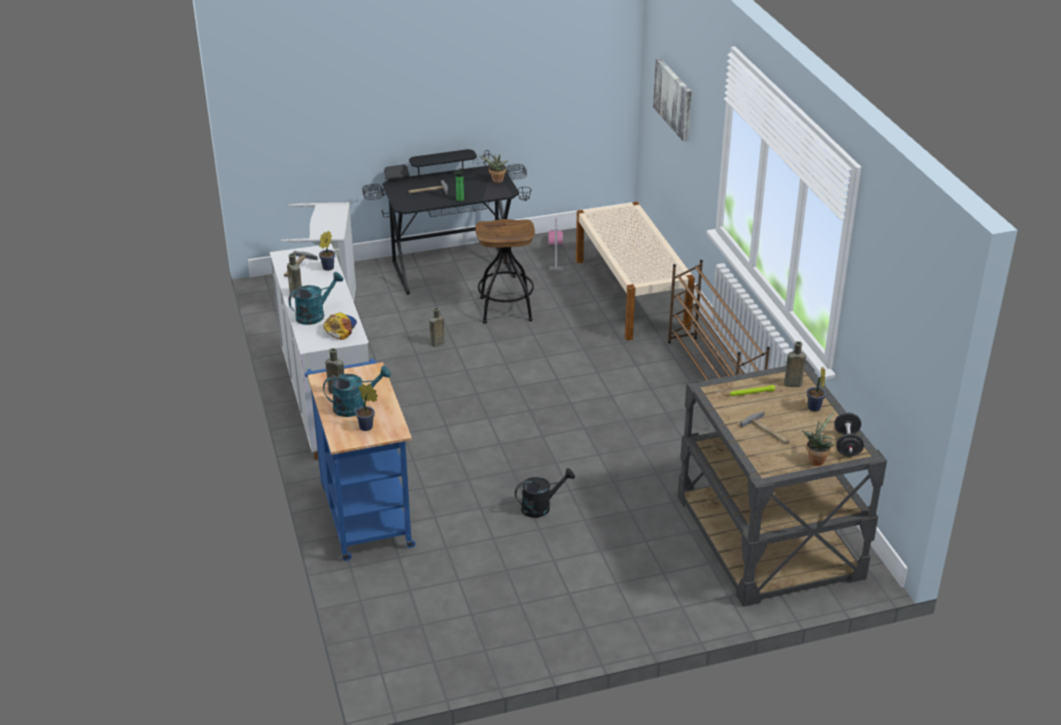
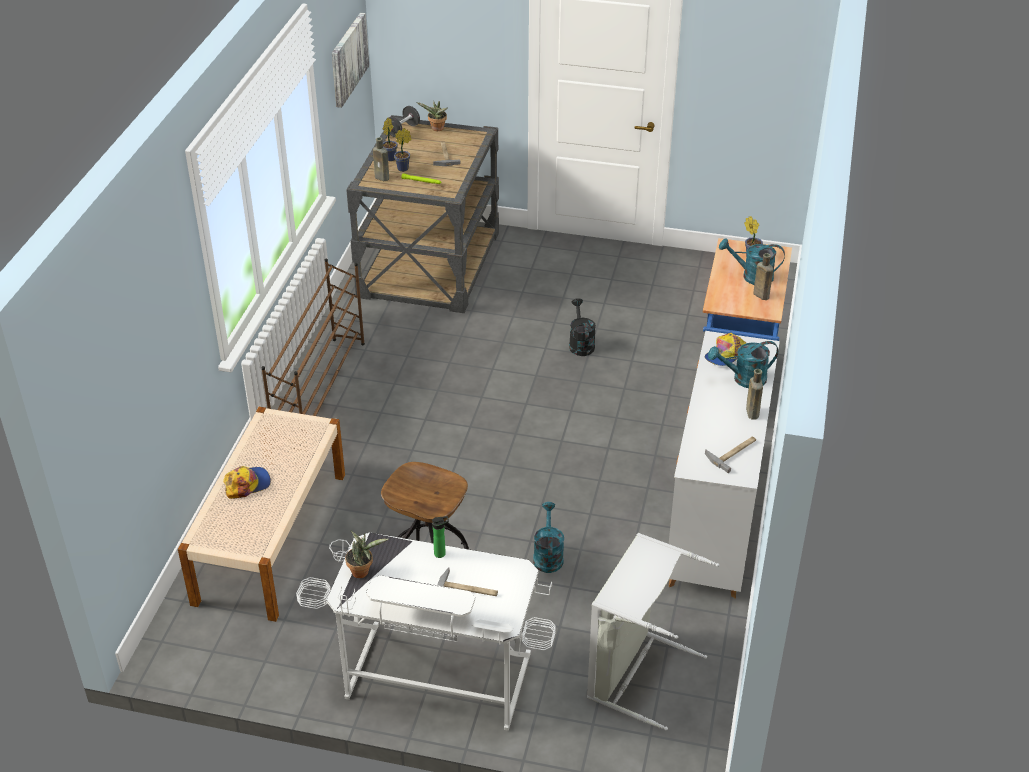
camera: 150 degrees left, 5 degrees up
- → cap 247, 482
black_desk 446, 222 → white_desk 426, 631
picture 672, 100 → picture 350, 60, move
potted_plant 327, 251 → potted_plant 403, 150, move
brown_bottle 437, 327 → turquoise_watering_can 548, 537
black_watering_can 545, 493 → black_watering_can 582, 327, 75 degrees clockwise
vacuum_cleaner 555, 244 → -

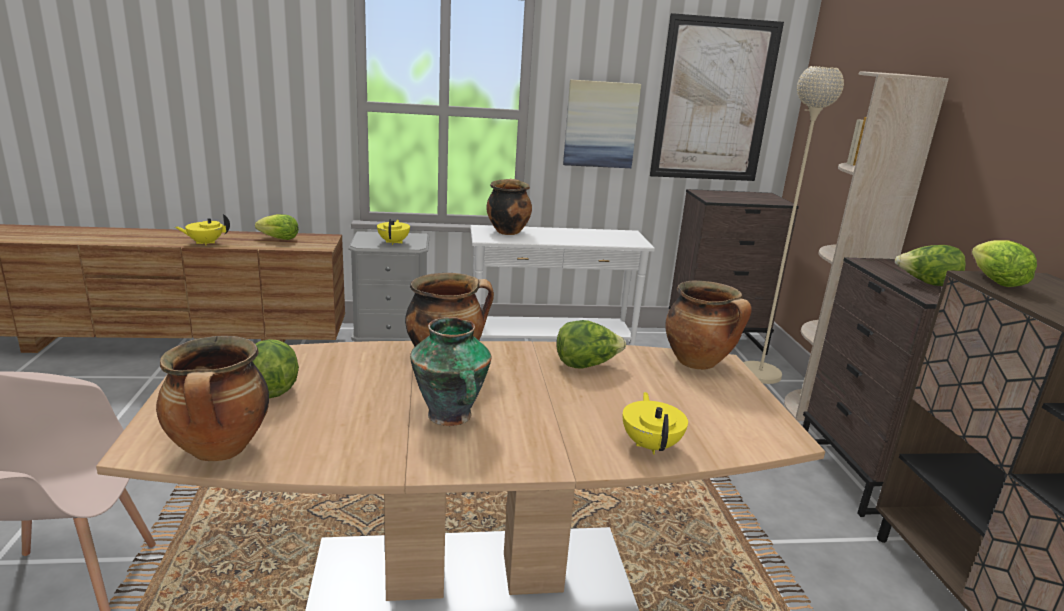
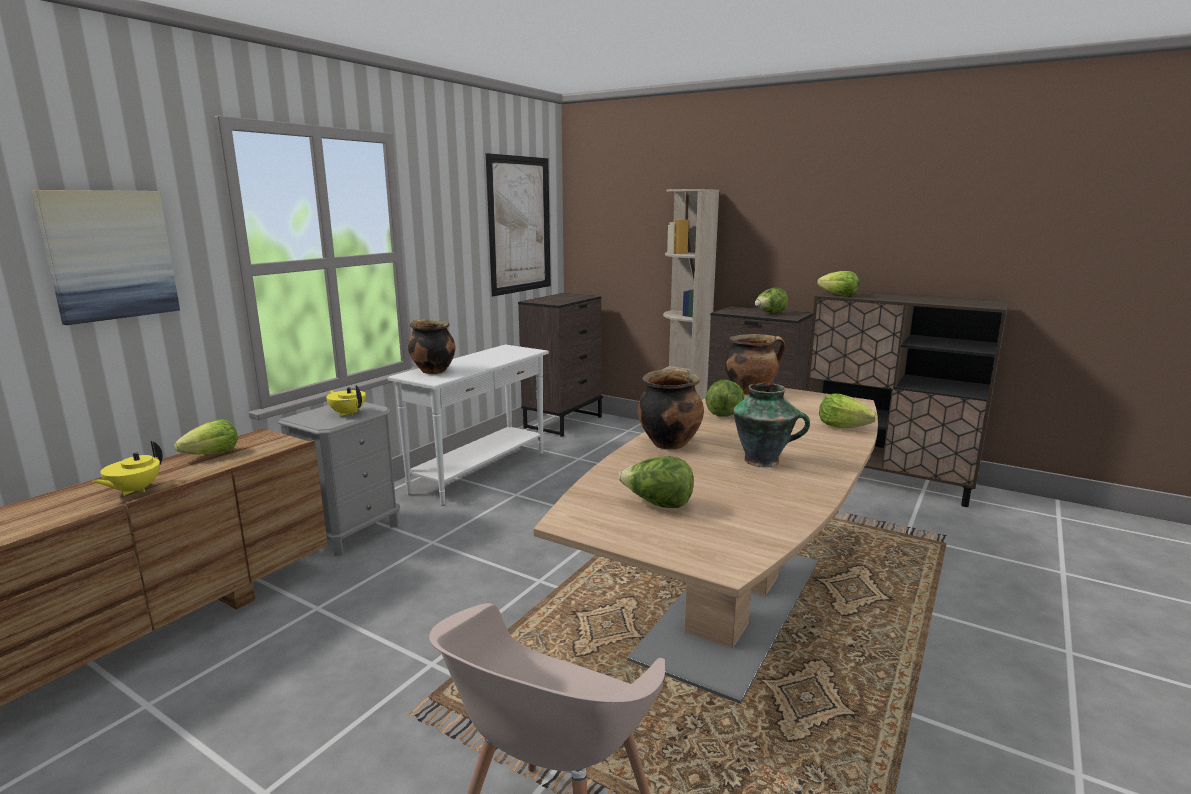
camera: 50 degrees left, 5 degrees down
picture 602, 123 → picture 106, 257, move
yellow_teapot 655, 423 → lettuce 848, 411
cooking_pot 212, 398 → -
beige_floor_lamp 793, 225 → -

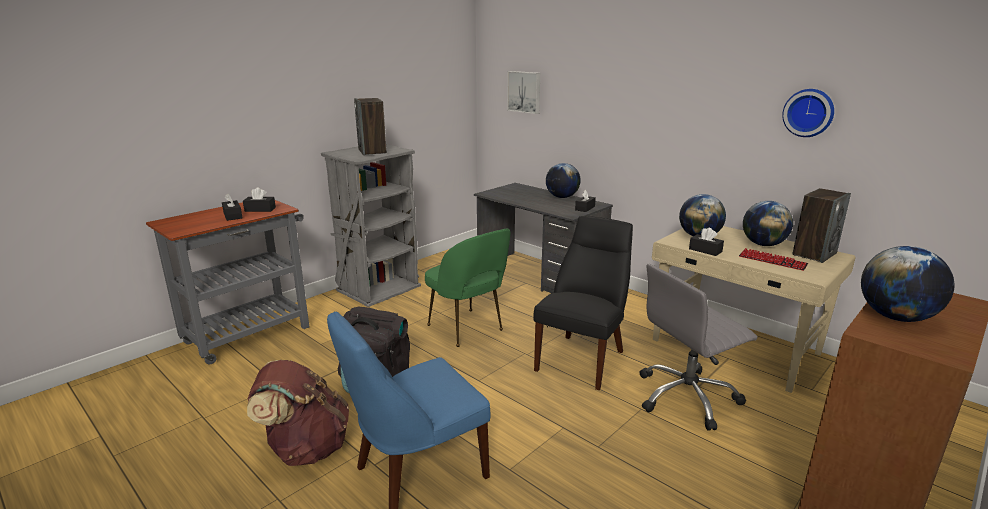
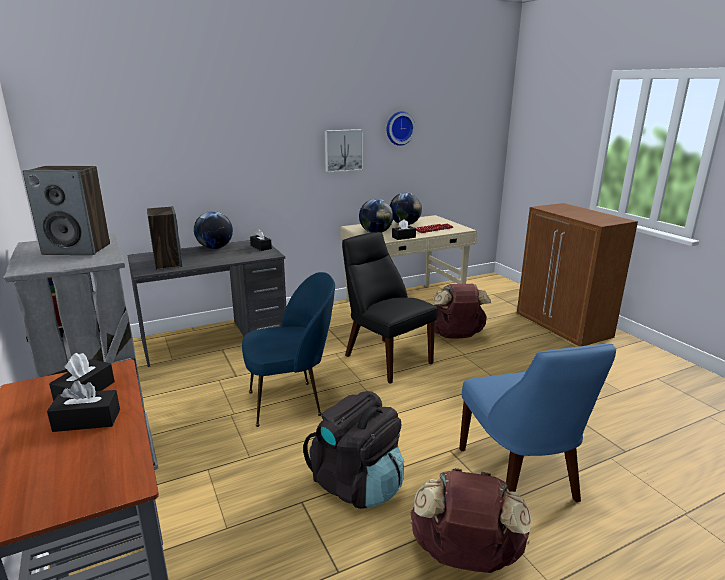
camera: 70 degrees left, 0 degrees up
speaker 821, 225 → speaker 164, 238, move
green_chair 468, 288 → blue_chair 288, 349
picture 523, 92 → picture 344, 150, move
grey_office_chair 699, 347 → brown_backpack 462, 311
globe 907, 284 → -

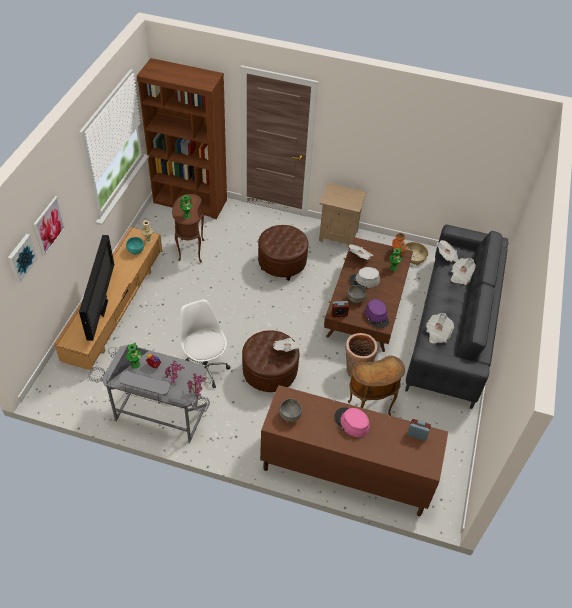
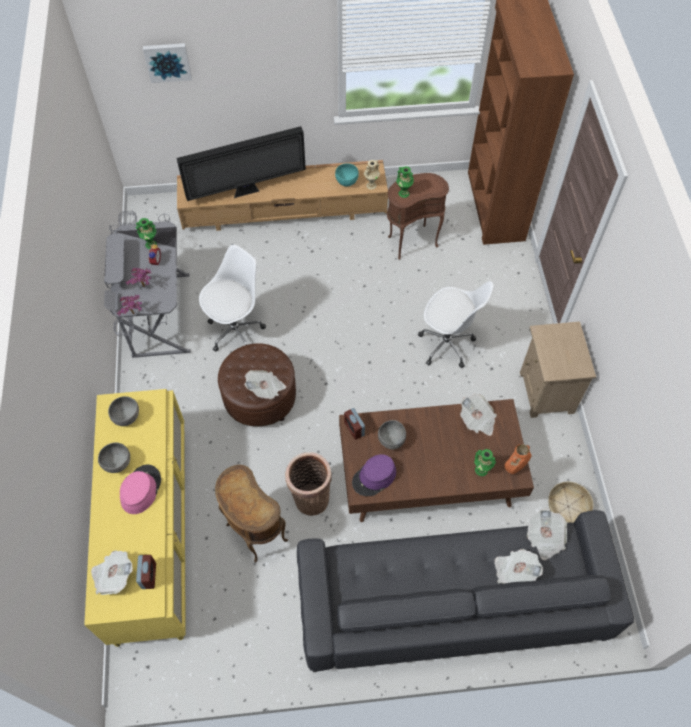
camera: 70 degrees right, 10 degrees up
brown_cabinet 354, 450 → yellow_cabinet 135, 518
newspaper 440, 328 → newspaper 112, 572, move
- → grey_bowl 114, 457
brown_ottoman 283, 253 → white_office_chair 456, 324
picture 49, 226 → -
grey_hat 364, 277 → -

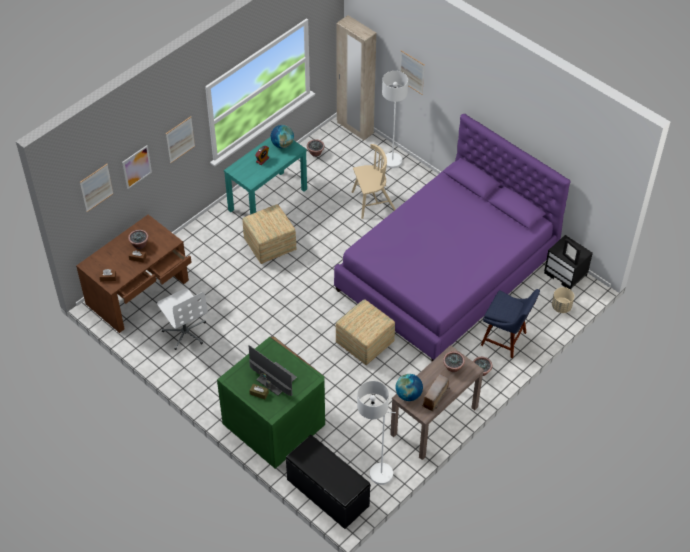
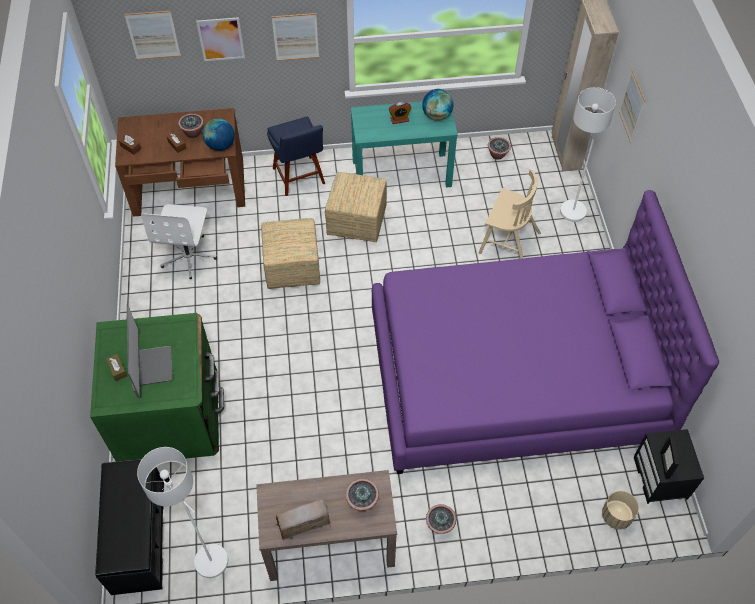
camera: 40 degrees right, 5 degrees up
globe 409, 387 → globe 219, 135, move
ottoman 365, 332 → ottoman 290, 253, move
blue_chair 510, 323 → blue_chair 296, 156, move

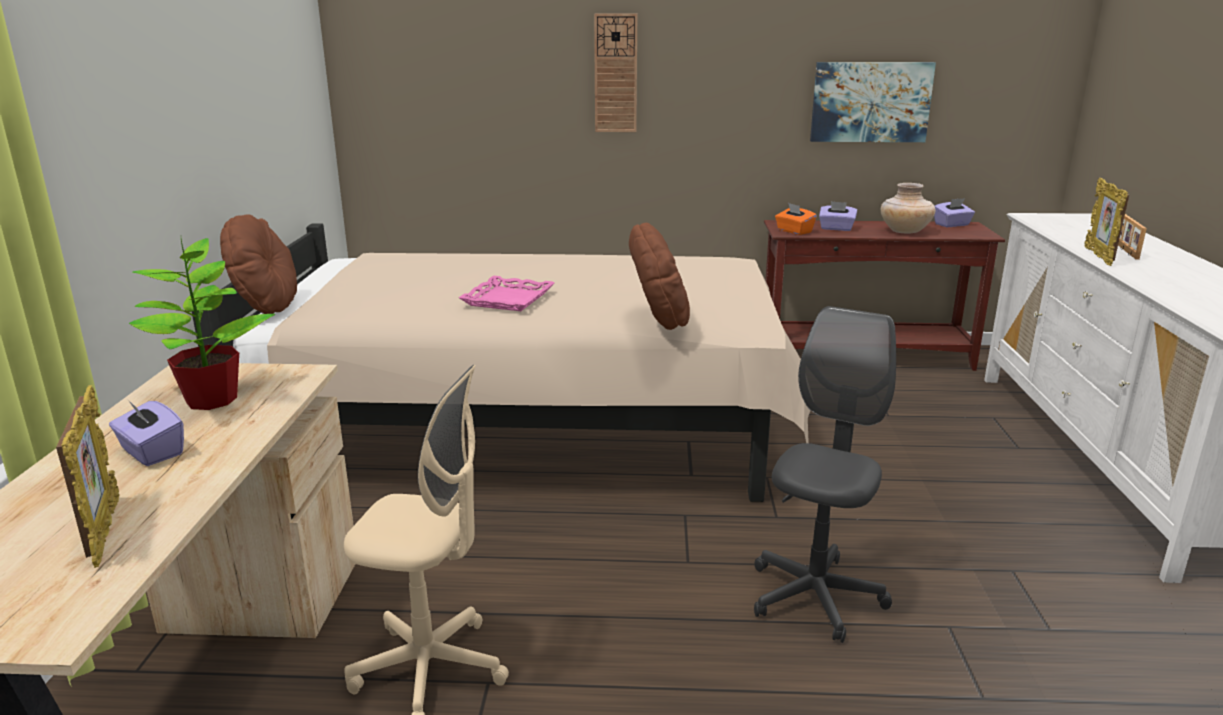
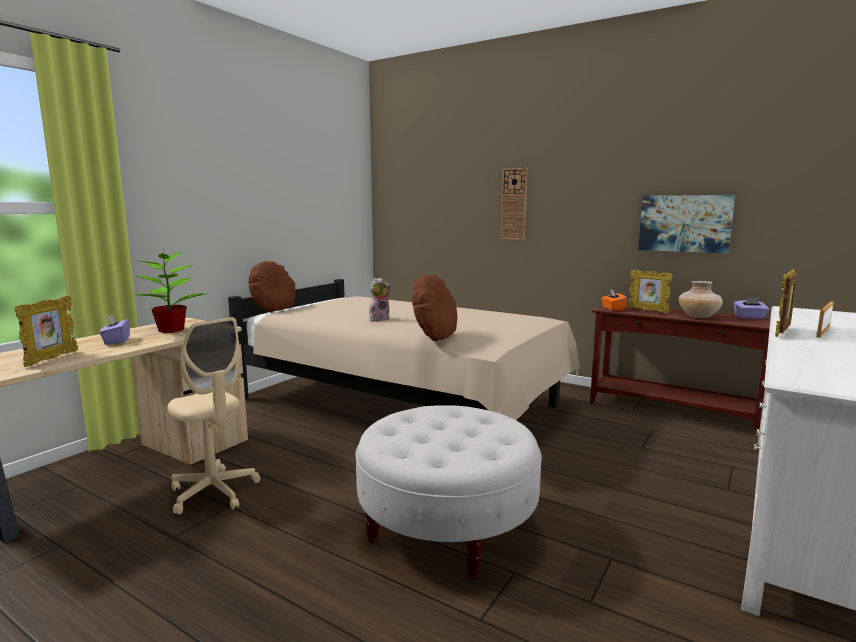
camera: 30 degrees right, 10 degrees down
grey_office_chair 825, 474 → white_ottoman 449, 492
pink_tray 507, 293 → plush_toy 380, 299
purple_tissue_box 838, 216 → picture_frame 650, 291

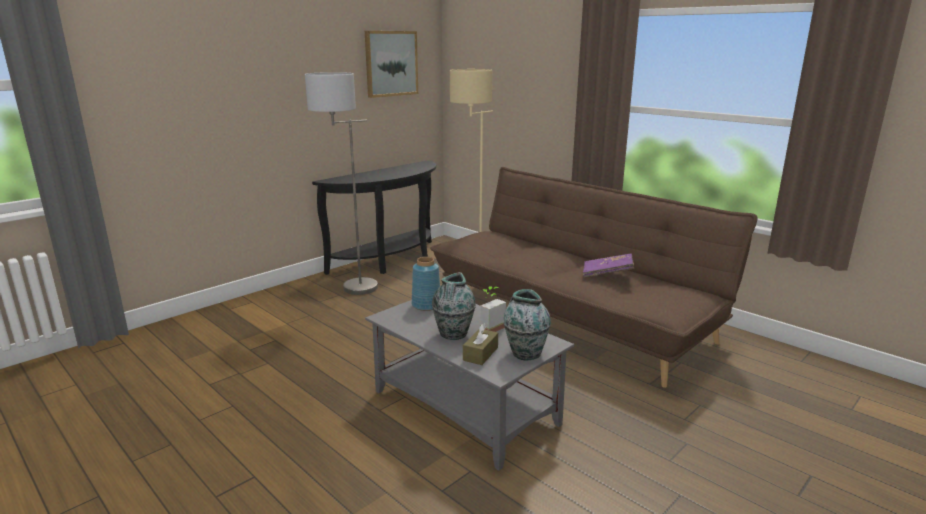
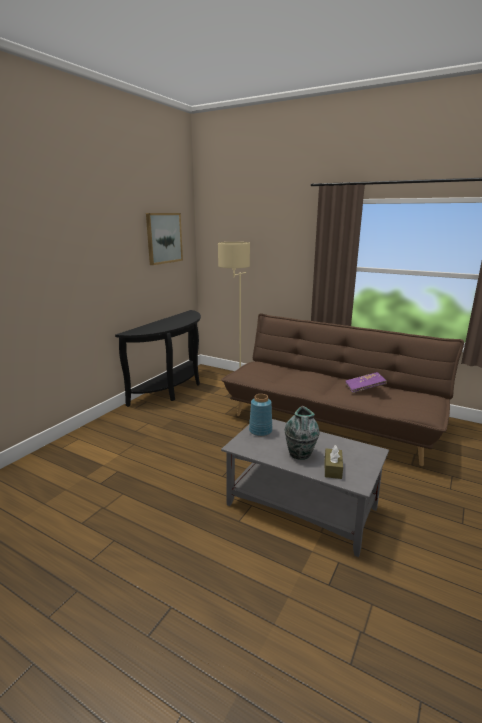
camera: 15 degrees left, 0 degrees up
grey_floor_lamp 341, 183 → -
potted_plant 493, 309 → -
vase 527, 325 → -

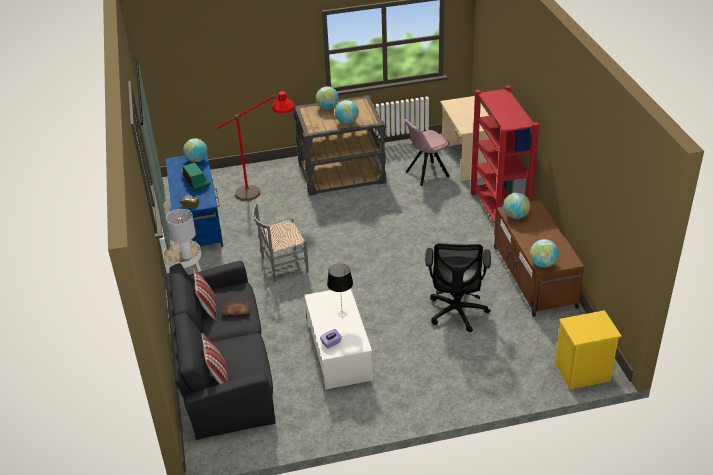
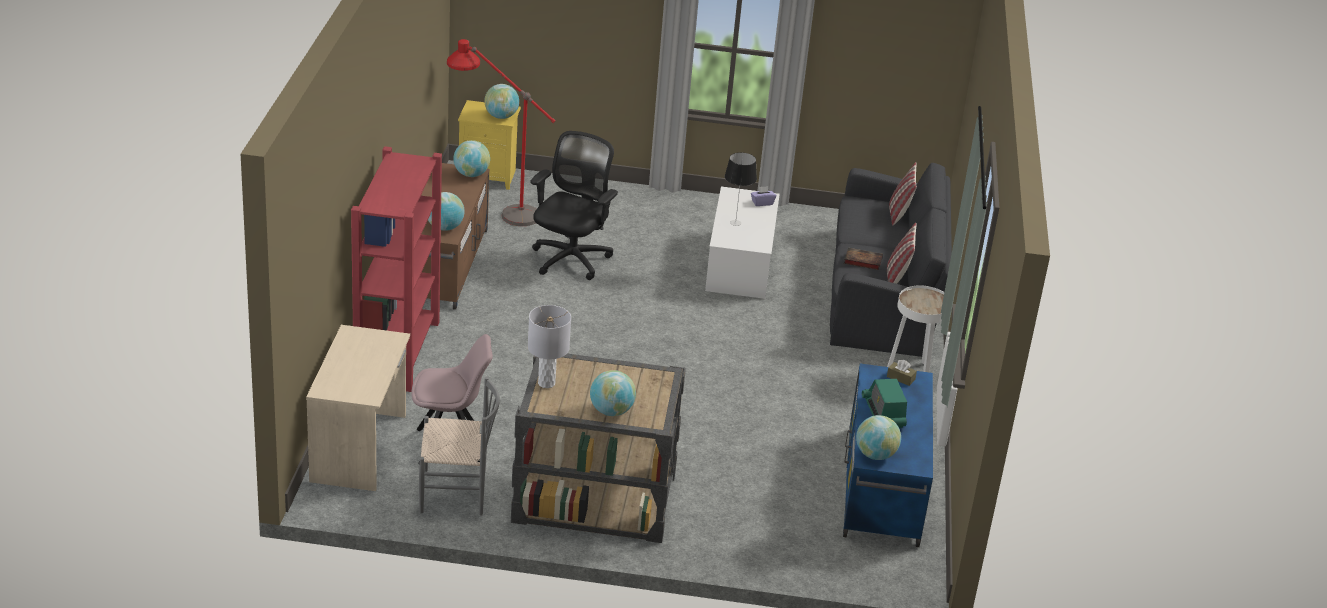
camera: 165 degrees left, 5 degrees down
grey_chair 281, 242 → grey_chair 459, 446, move
red_floor_lamp 255, 146 → red_floor_lamp 501, 132, move
globe 347, 112 → globe 501, 101, move
grey_table_lamp 181, 234 → grey_table_lamp 549, 346, move

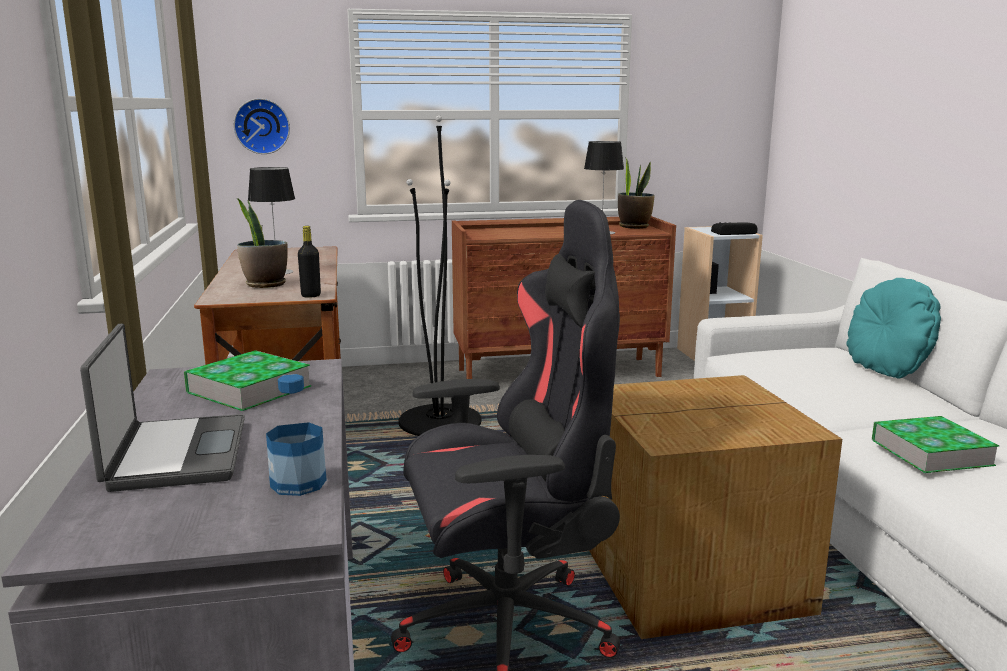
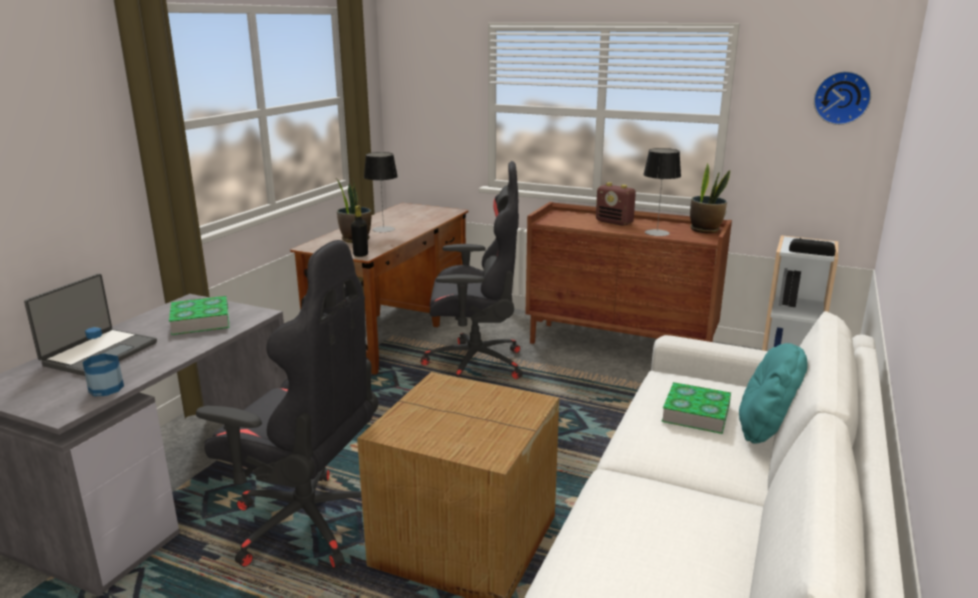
camera: 35 degrees right, 5 degrees up
black_floor_lamp 440, 275 → black_office_chair 472, 270
- → radio 616, 204
book 936, 444 → book 696, 408, move
wall_clock 262, 126 → wall_clock 842, 98, move

